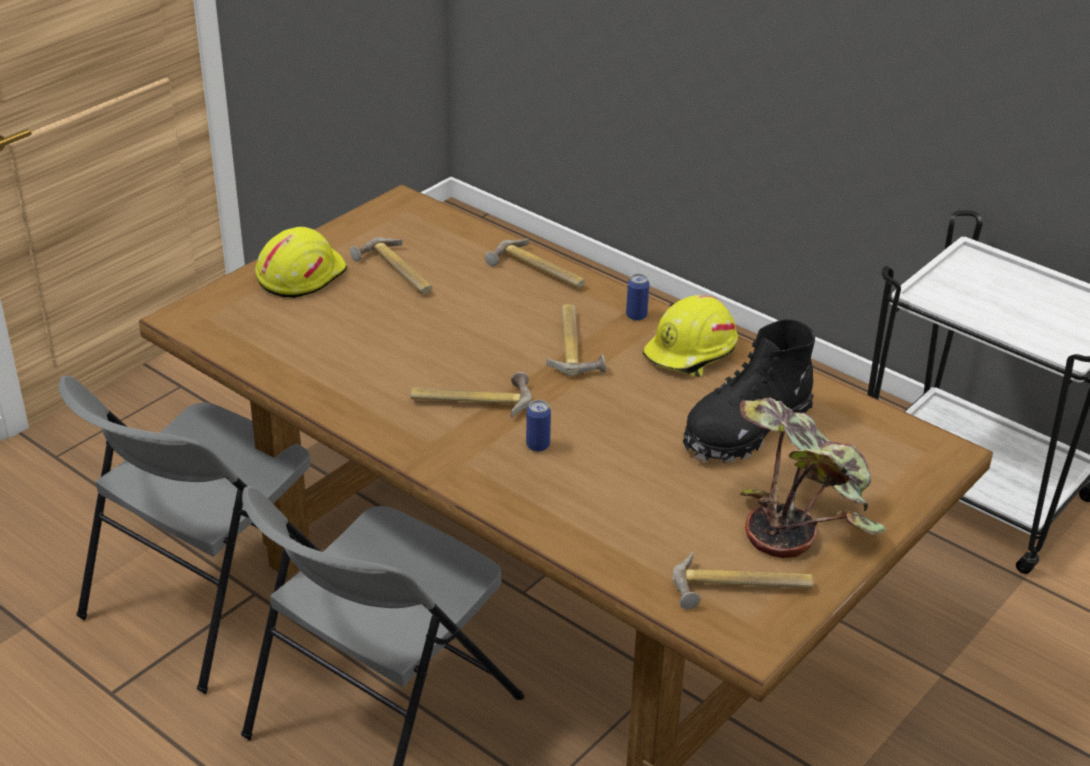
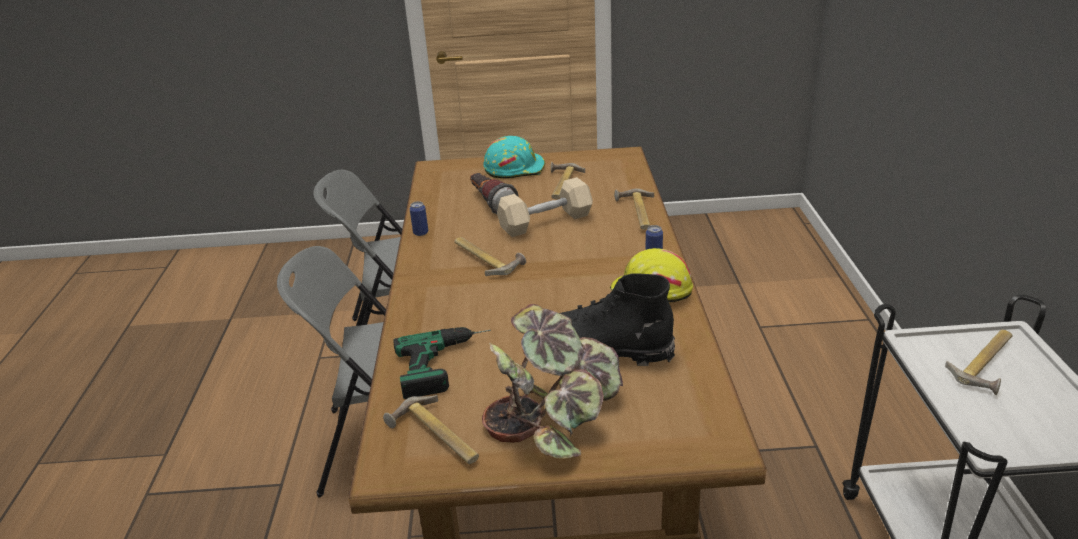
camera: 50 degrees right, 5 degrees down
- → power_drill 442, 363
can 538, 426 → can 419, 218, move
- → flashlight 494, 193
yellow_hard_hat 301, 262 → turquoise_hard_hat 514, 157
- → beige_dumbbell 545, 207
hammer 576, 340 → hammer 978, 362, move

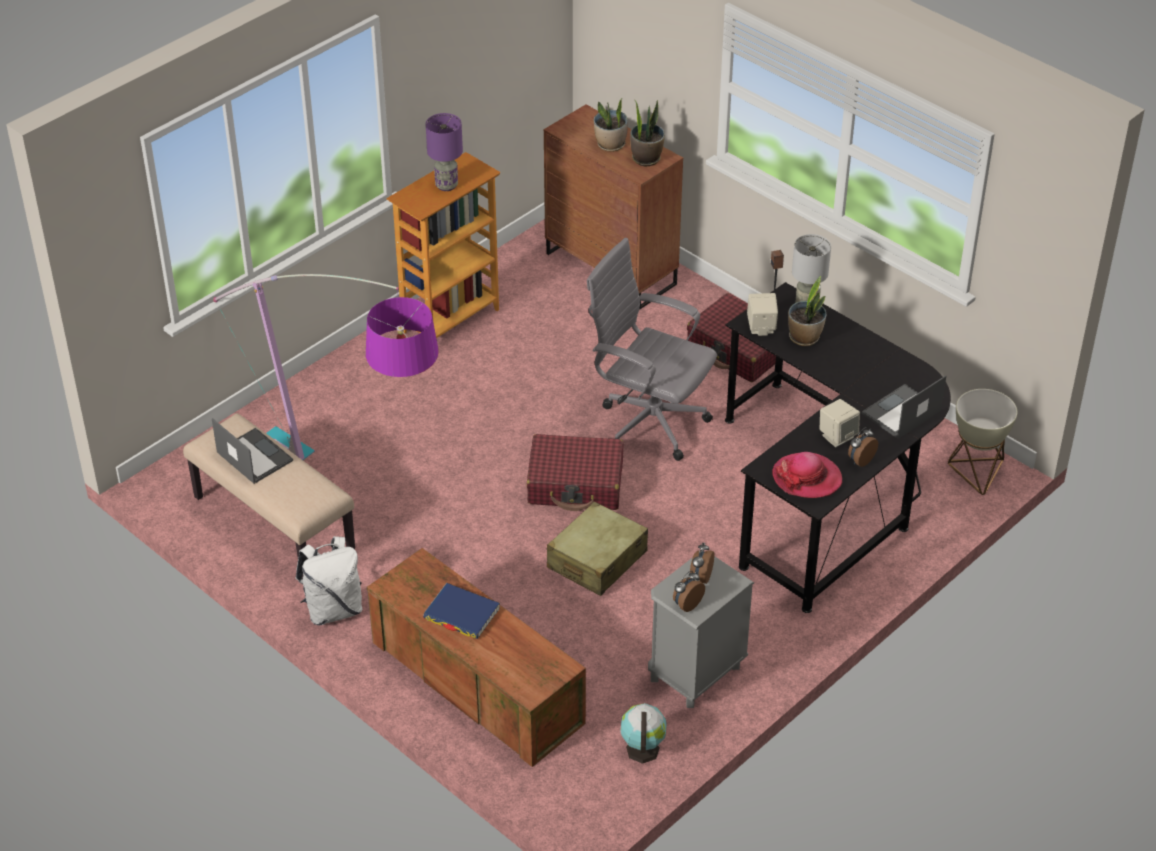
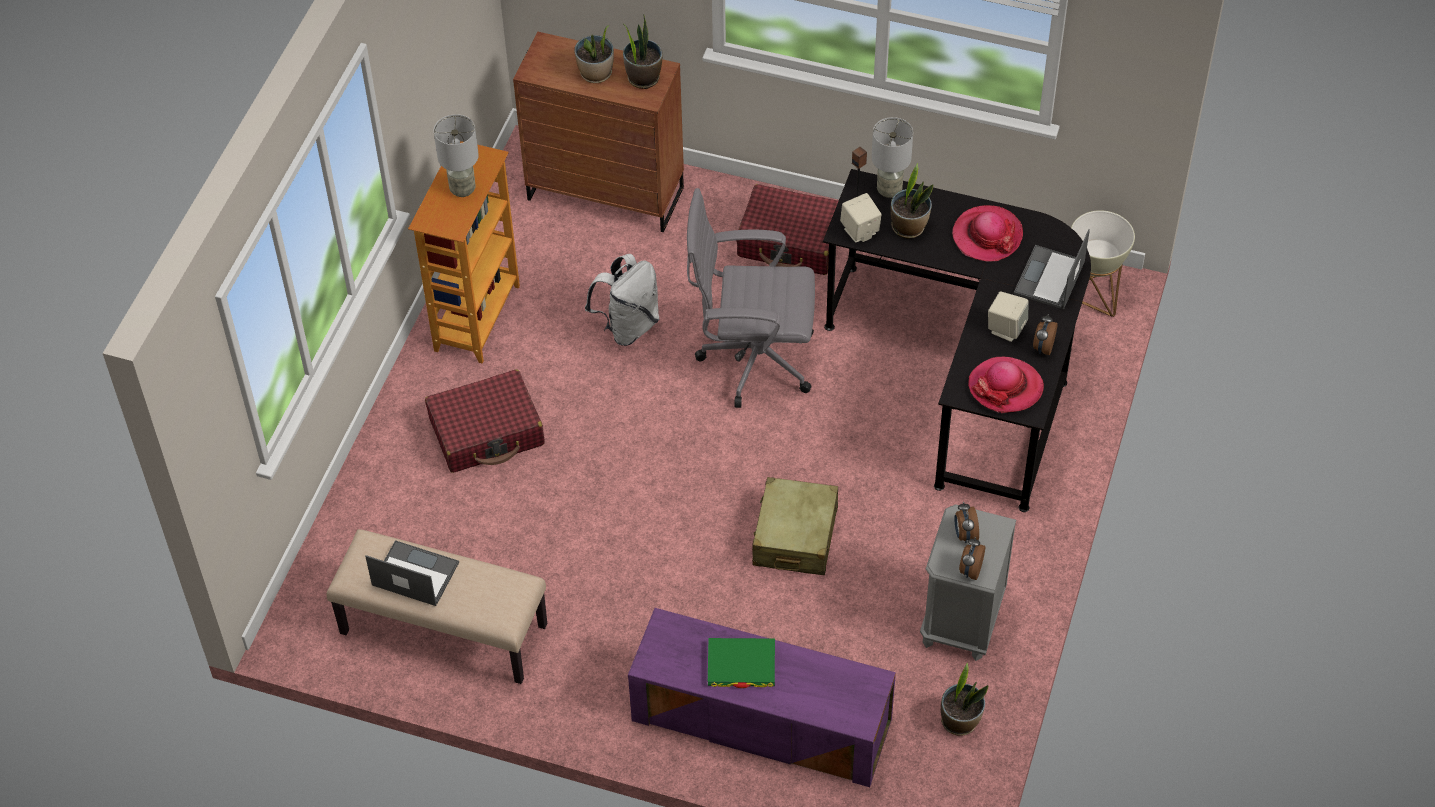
camera: 25 degrees left, 10 degrees up
red_suitcase 574, 472 → red_suitcase 485, 421, move
purple_table_lamp 444, 152 → grey_table_lamp 456, 155
white_backpack 328, 580 → white_backpack 622, 300, move
brown_bench 476, 657 → purple_bench 762, 697
blue_book 461, 611 → green_book 741, 663
globe 643, 733 → potted_plant 964, 699
- → hat 987, 233
floor_lamp 326, 367 → -

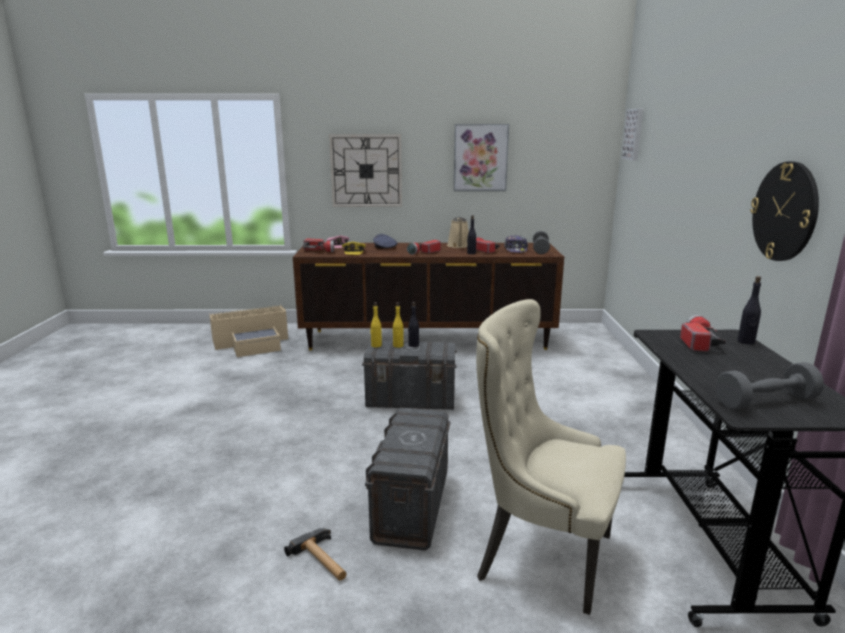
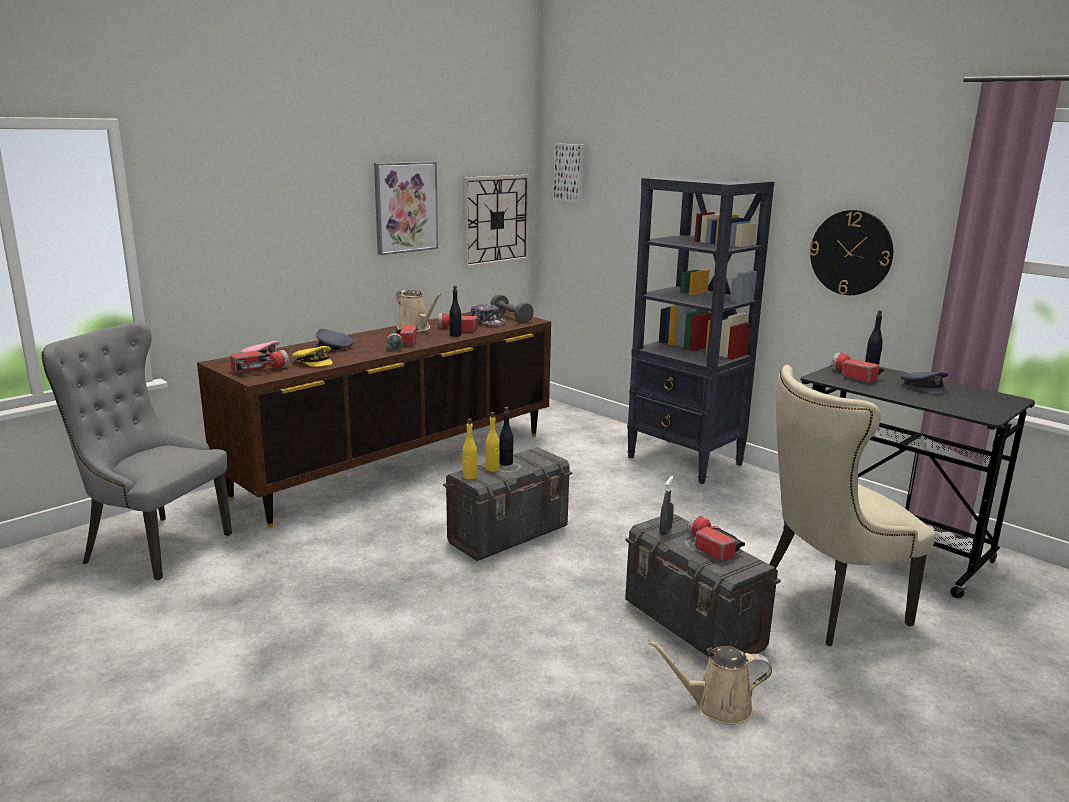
camera: 45 degrees left, 0 degrees up
beige_storage_box 248, 331 → grey_chair 136, 451
wall_clock 365, 171 → wall_clock 496, 221, move
- → black_bookcase 700, 330
hammer 315, 554 → beige_watering_can 710, 682
- → grey_spray_bottle 666, 506
- → flashlight 716, 538
- → grey_cap 924, 383
grey_dumbbell 770, 386 → -

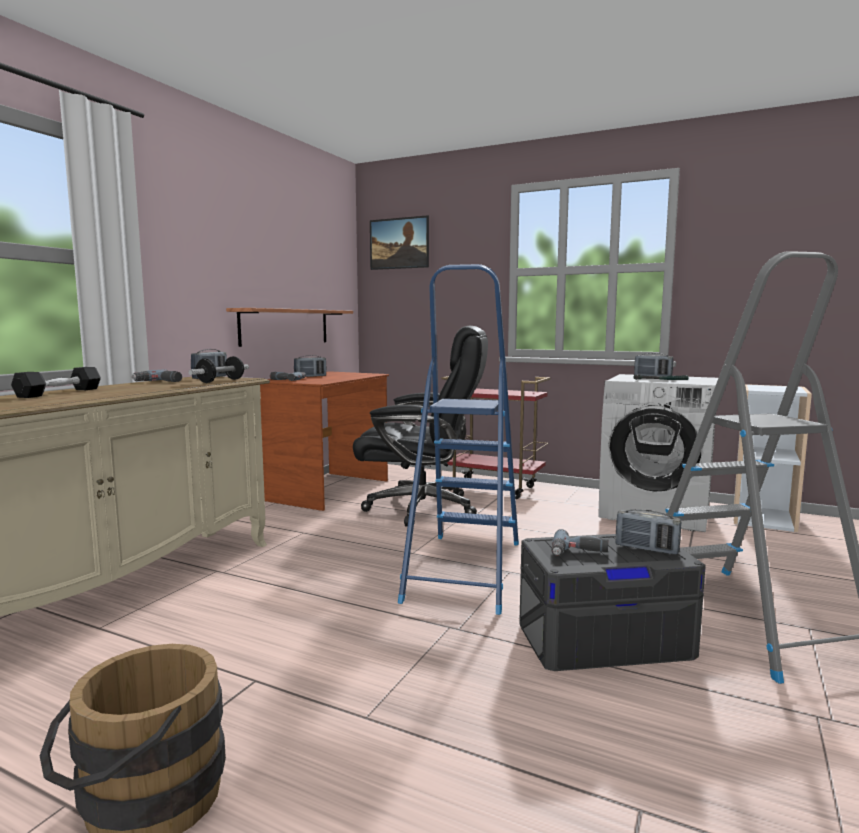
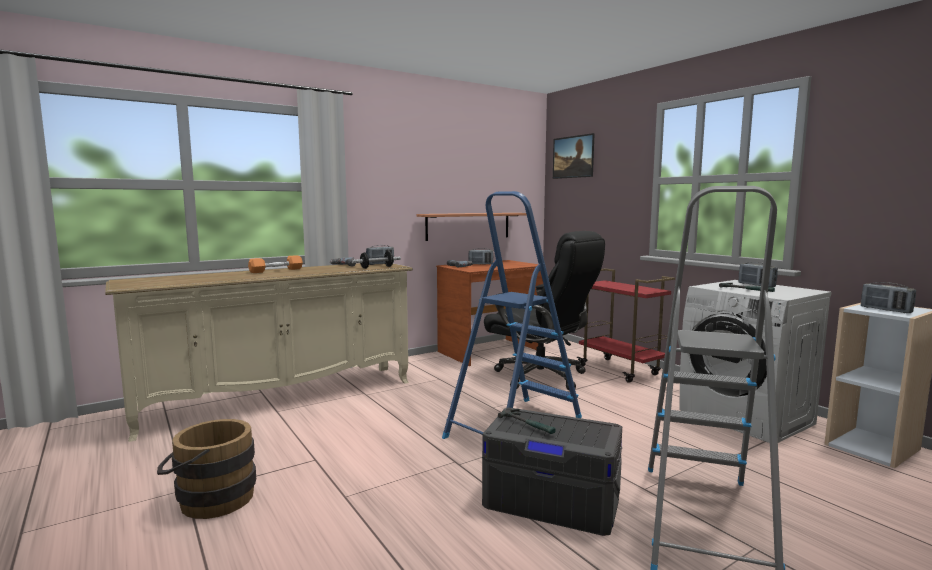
camera: 30 degrees right, 0 degrees up
black_dumbbell 56, 382 → orange_dumbbell 275, 264
power_drill 579, 542 → hammer 526, 421
radio 648, 532 → radio 888, 297, move

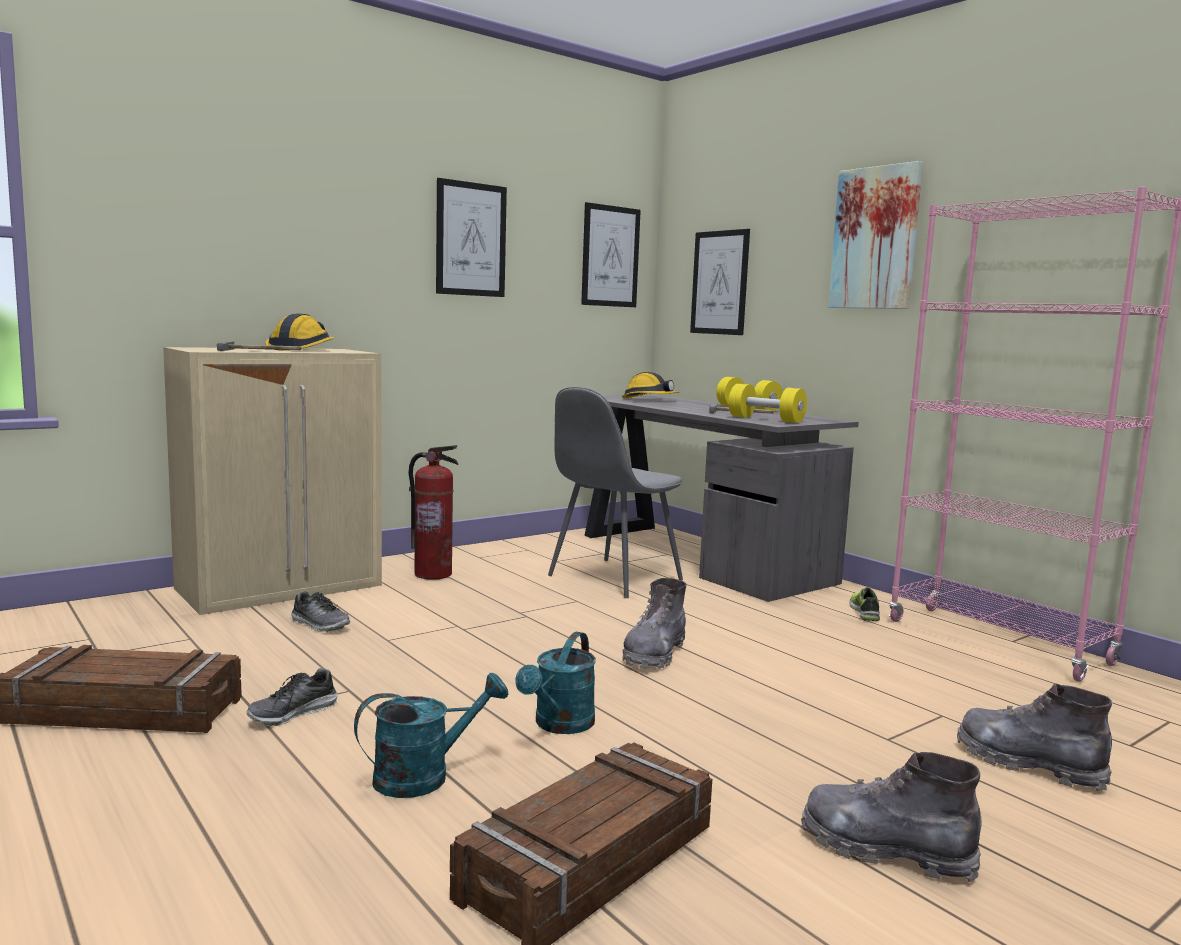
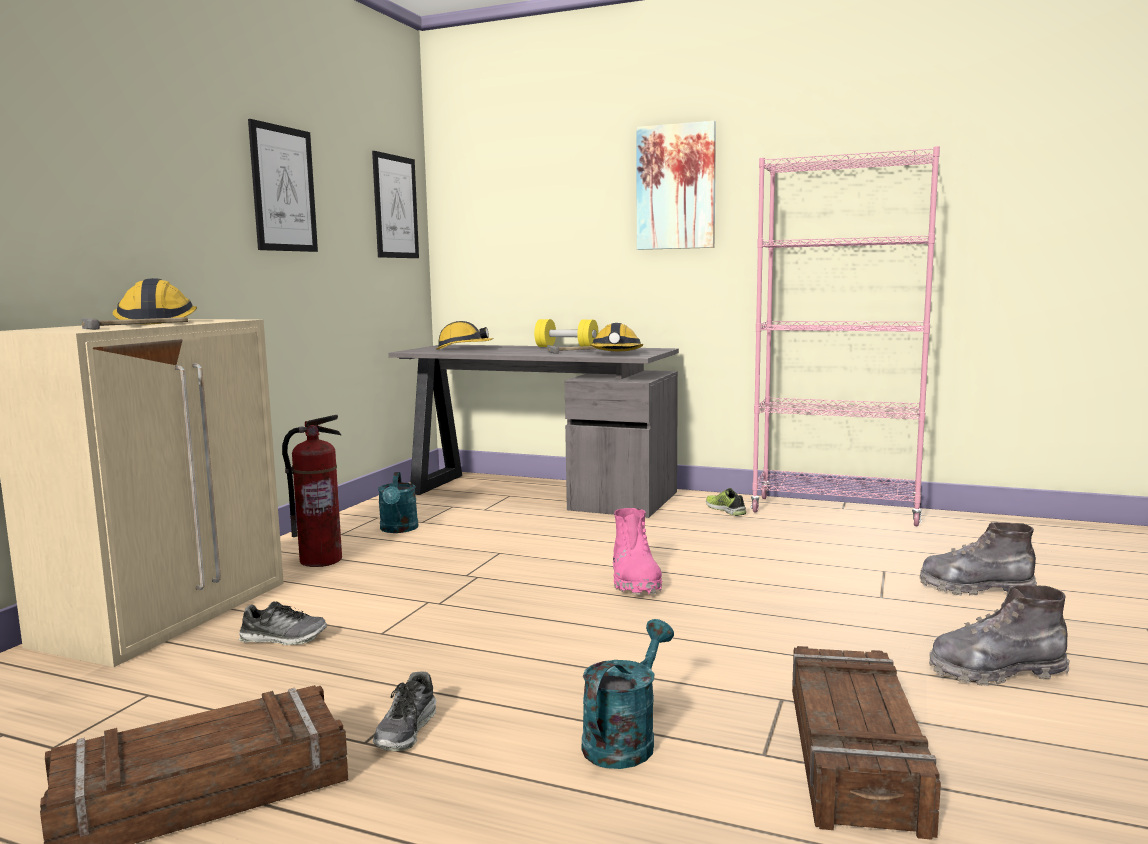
camera: 30 degrees left, 0 degrees up
turquoise_watering_can 555, 683 → turquoise_watering_can 398, 502, move
yellow_dumbbell 767, 403 → hard_hat 617, 337
grey_boot 654, 624 → pink_boot 637, 551
grey_chair 615, 492 → -
picture 720, 282 → -

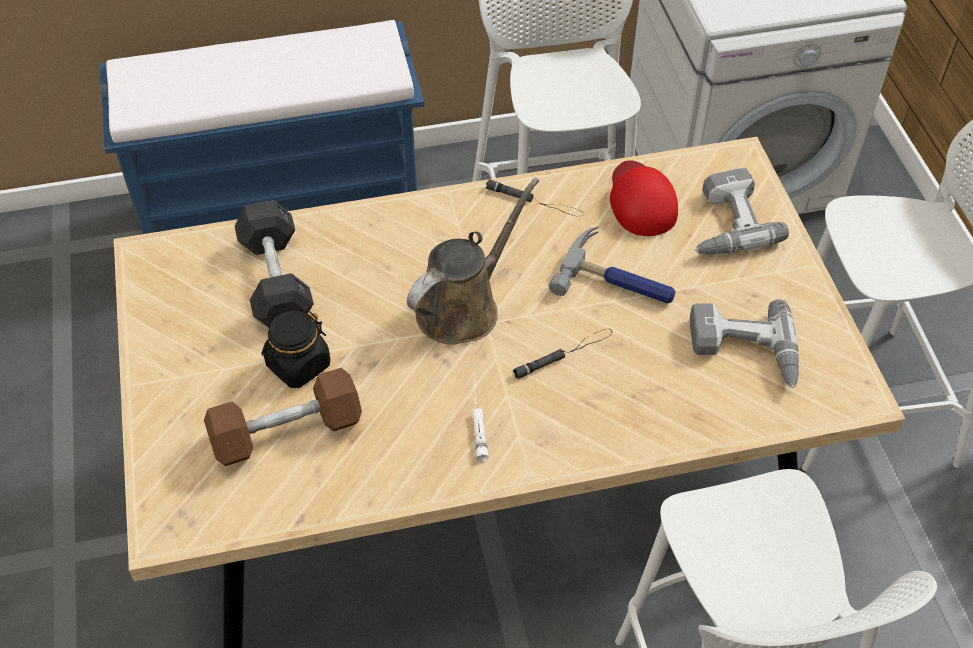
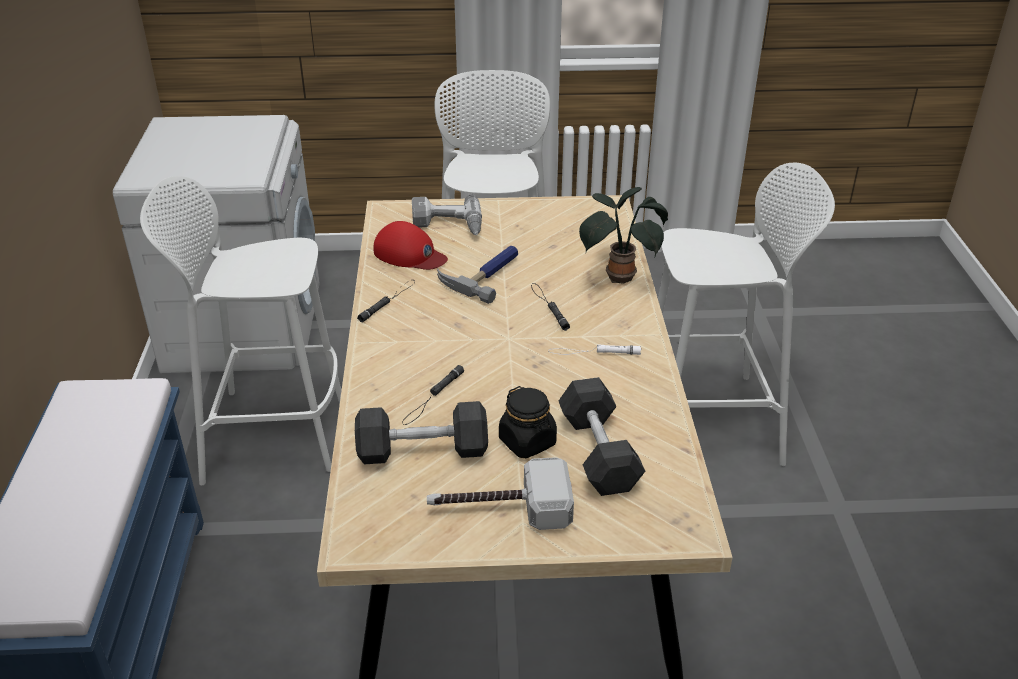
camera: 80 degrees left, 15 degrees down
red_cap 644, 198 → red_cap 410, 245, 150 degrees counterclockwise
- → black_flashlight 433, 395
- → hammer 500, 493
brown_dumbbell 283, 416 → grey_dumbbell 602, 436
- → potted_plant 623, 235
brown_watering_can 473, 261 → -
power_drill 744, 343 → -

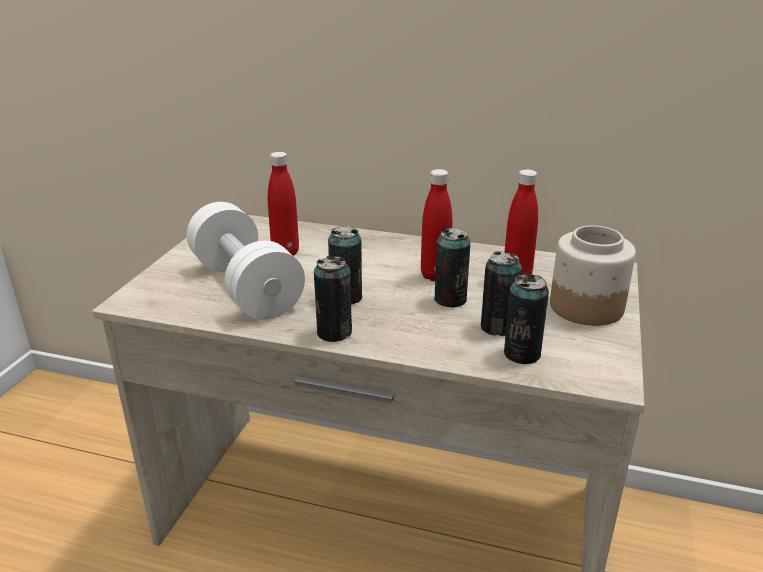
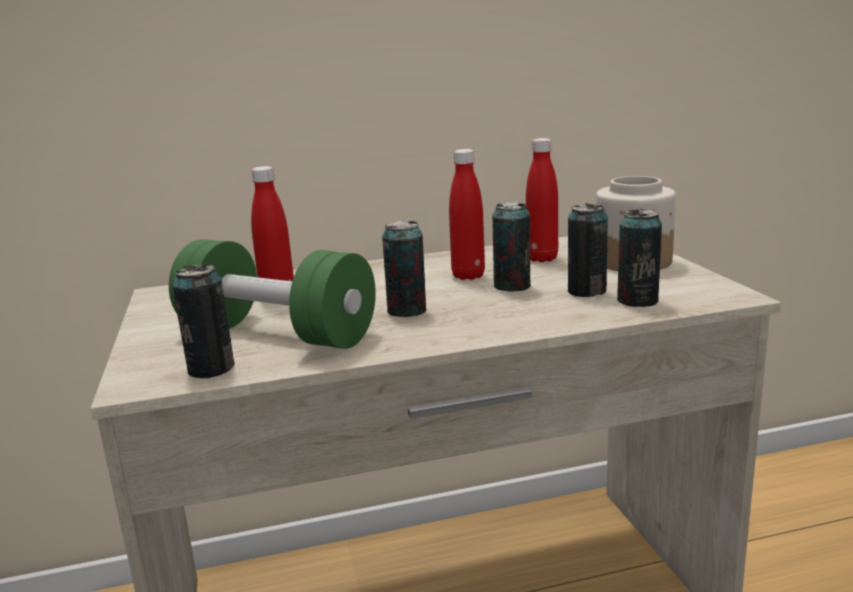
camera: 30 degrees left, 10 degrees down
white_dumbbell 246, 261 → green_dumbbell 272, 294
can 333, 299 → can 203, 321, move

